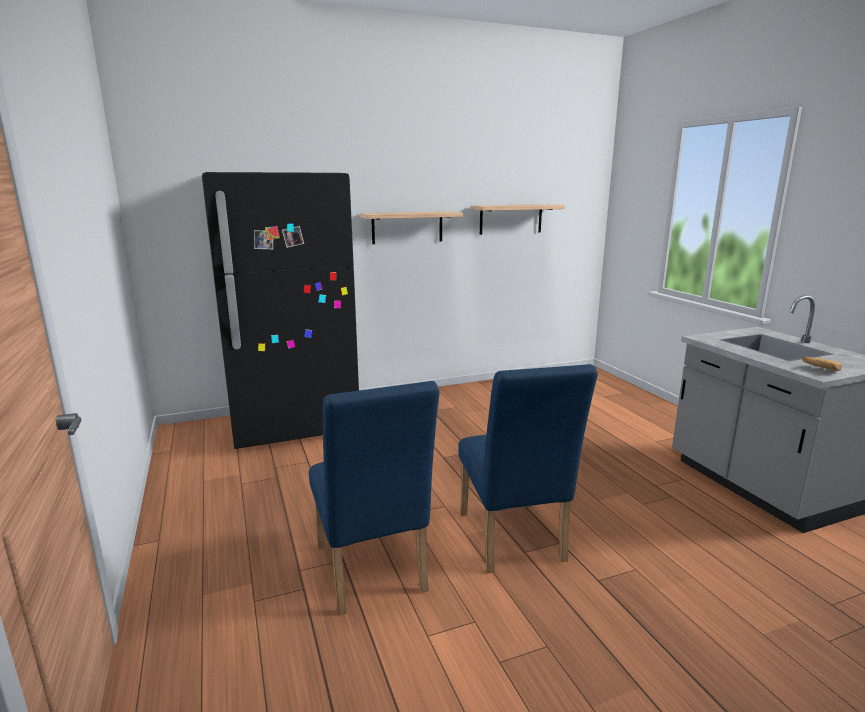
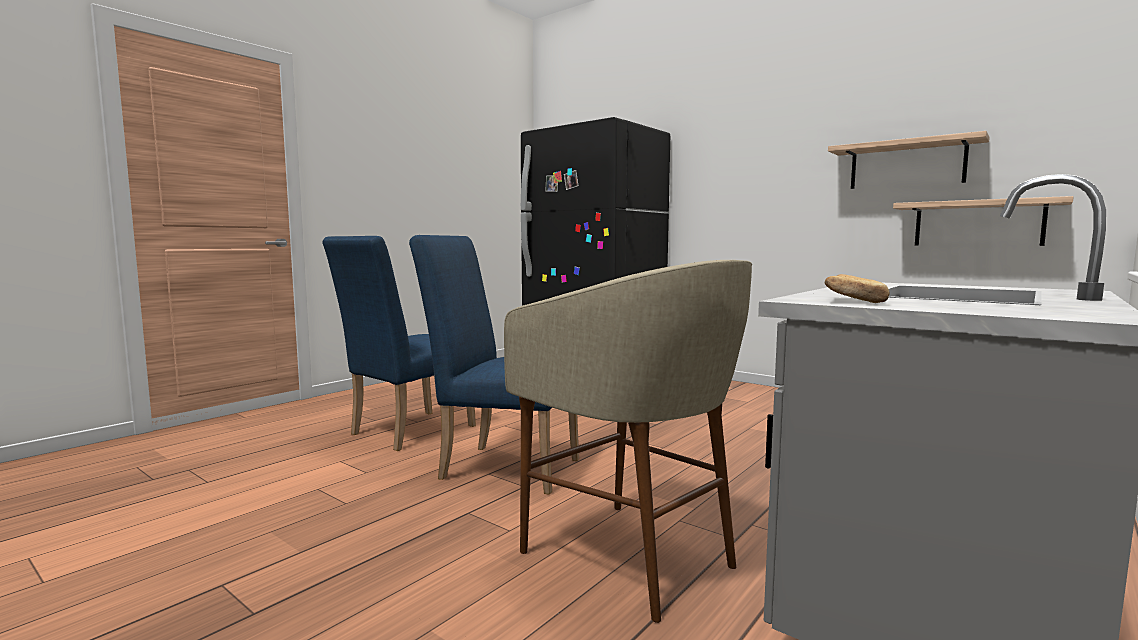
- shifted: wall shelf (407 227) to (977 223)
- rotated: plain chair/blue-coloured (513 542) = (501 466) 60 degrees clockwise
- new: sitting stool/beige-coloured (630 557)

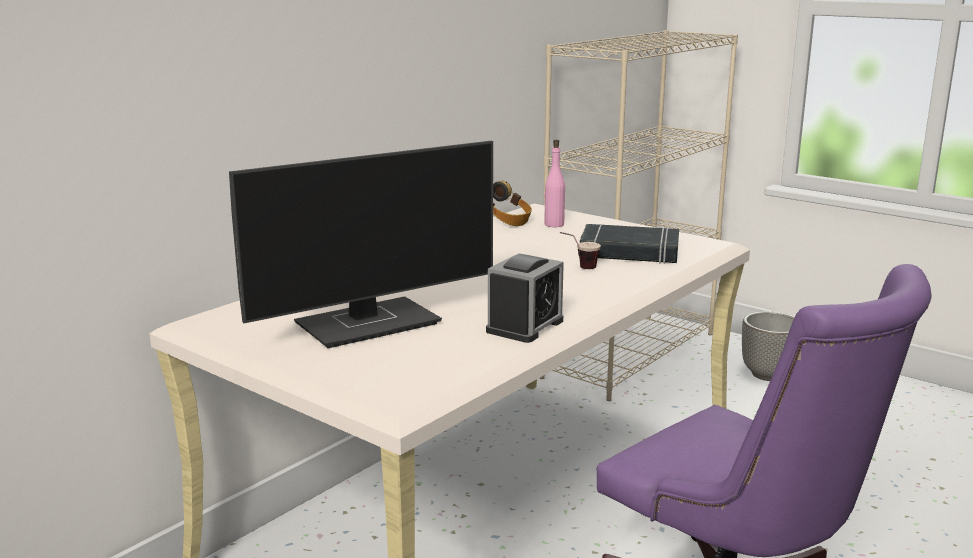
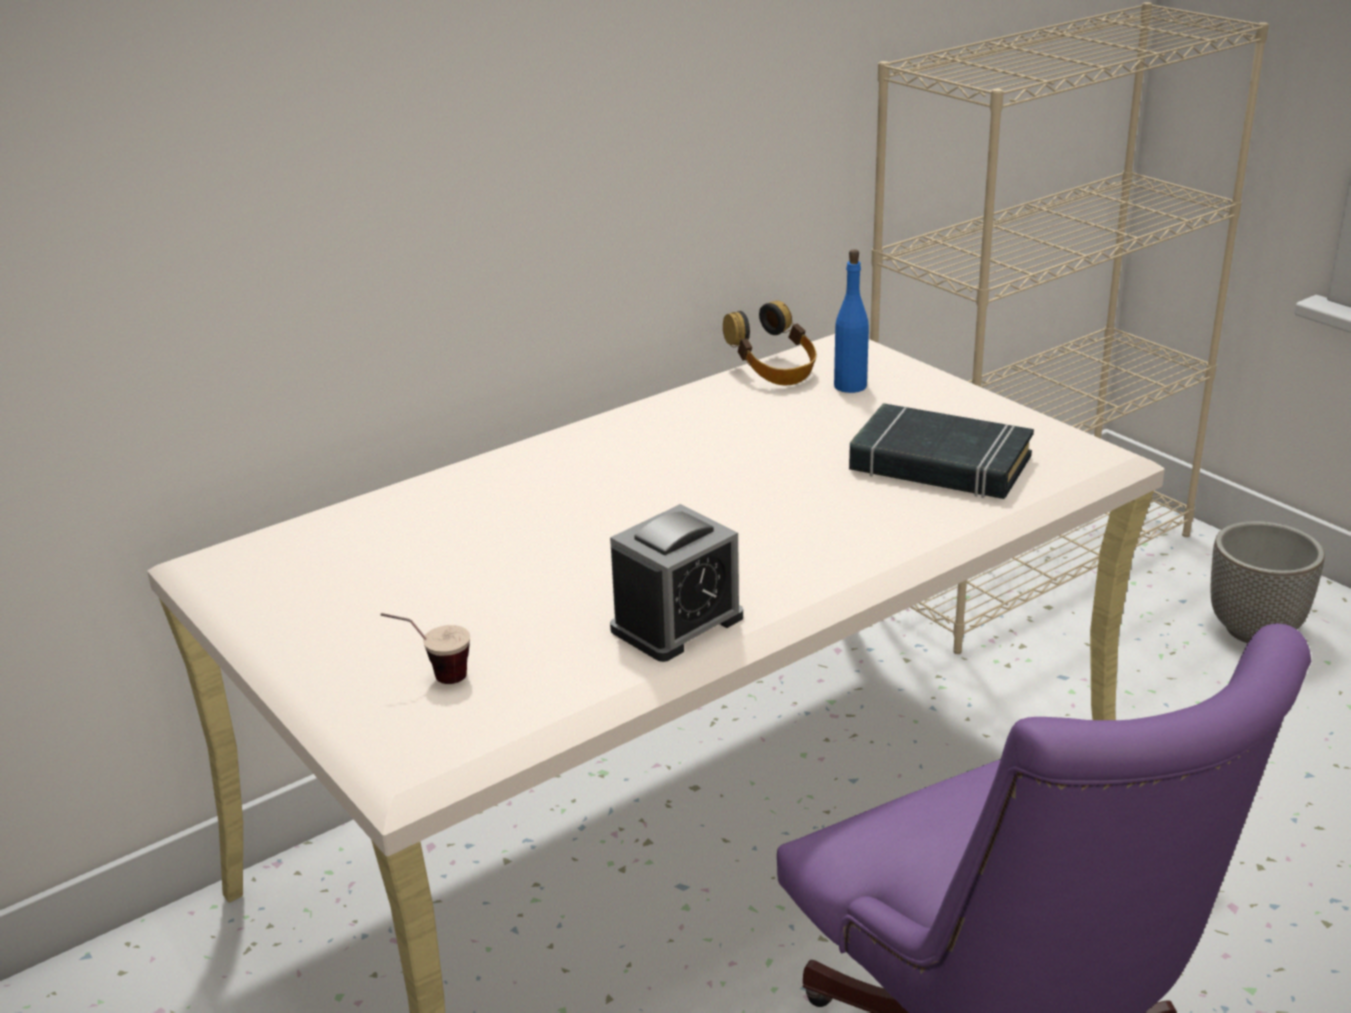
- gone: computer screen (370 323)
- repainted: drink bottle/pink (553 224) to drink bottle/blue-coloured (849 386)
- shifted: small cup (579 268) to (432 677)

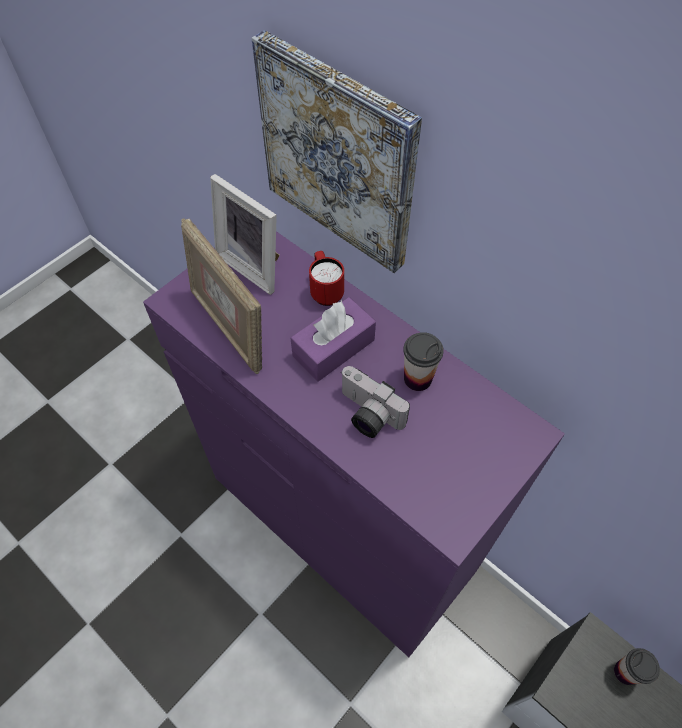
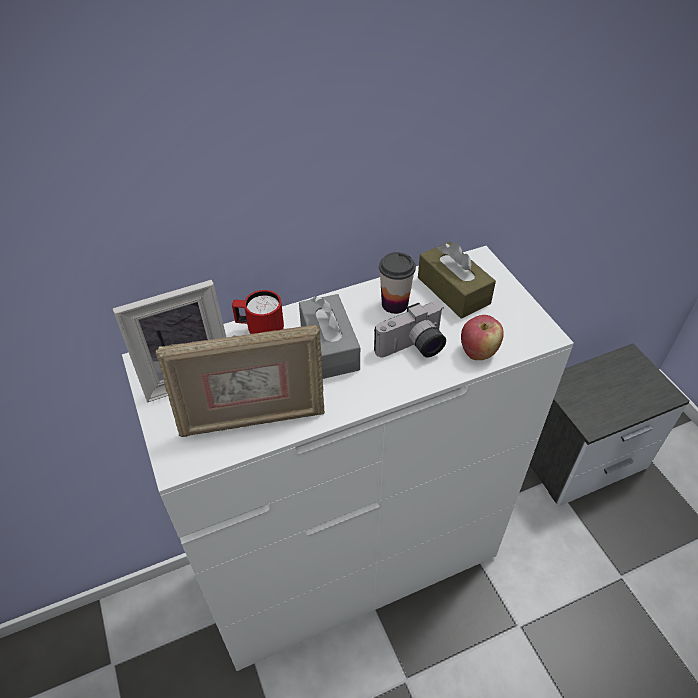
- repainted: drawer chest/purple-coloured (341 525) to drawer chest/white-coloured (351 562)
- gone: wall art (339 155)
- repainted: tissue holder/purple-coloured (333 348) to tissue holder/greyish (329 347)
- gone: small cup (625 672)
- new: tissue holder/brownish (453 290)
- new: apple fruit (478 352)

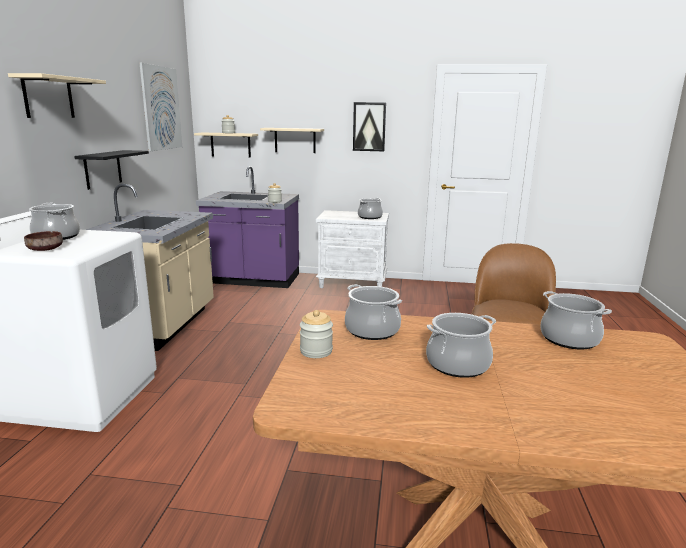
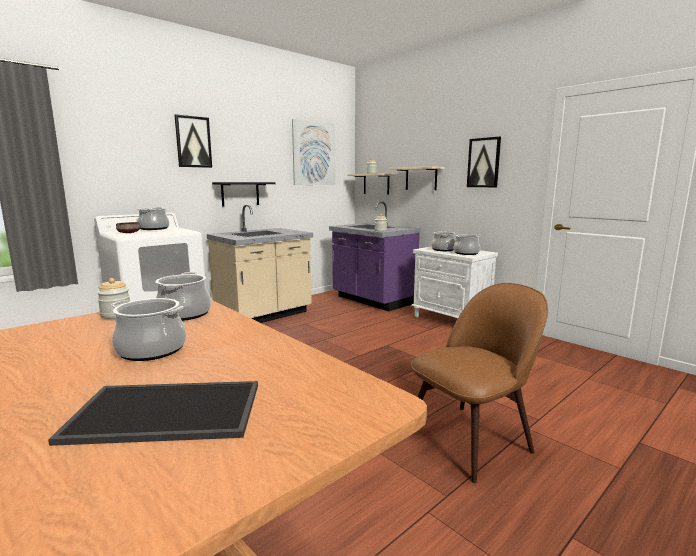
- swapped: wall shelf/beige-coloured (48 97) to wall art (193 142)
- shifted: cooking pot (569 339) to (443 249)
- new: tray (164 413)

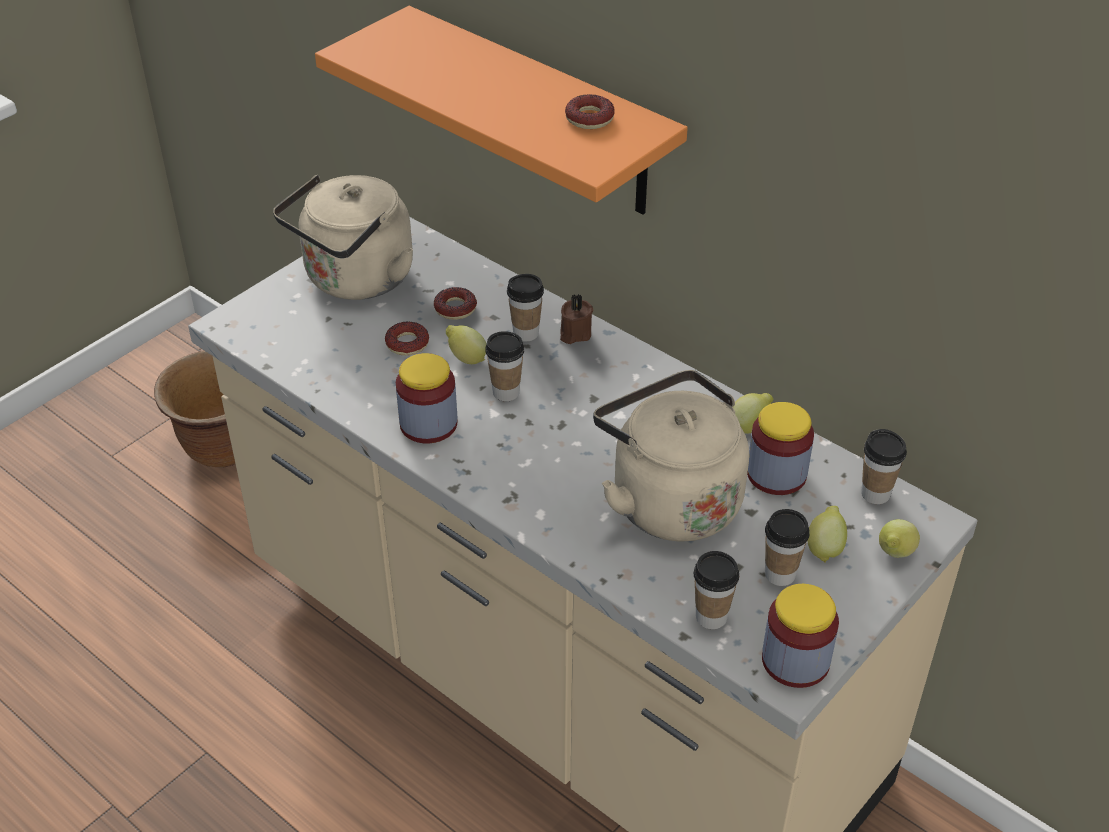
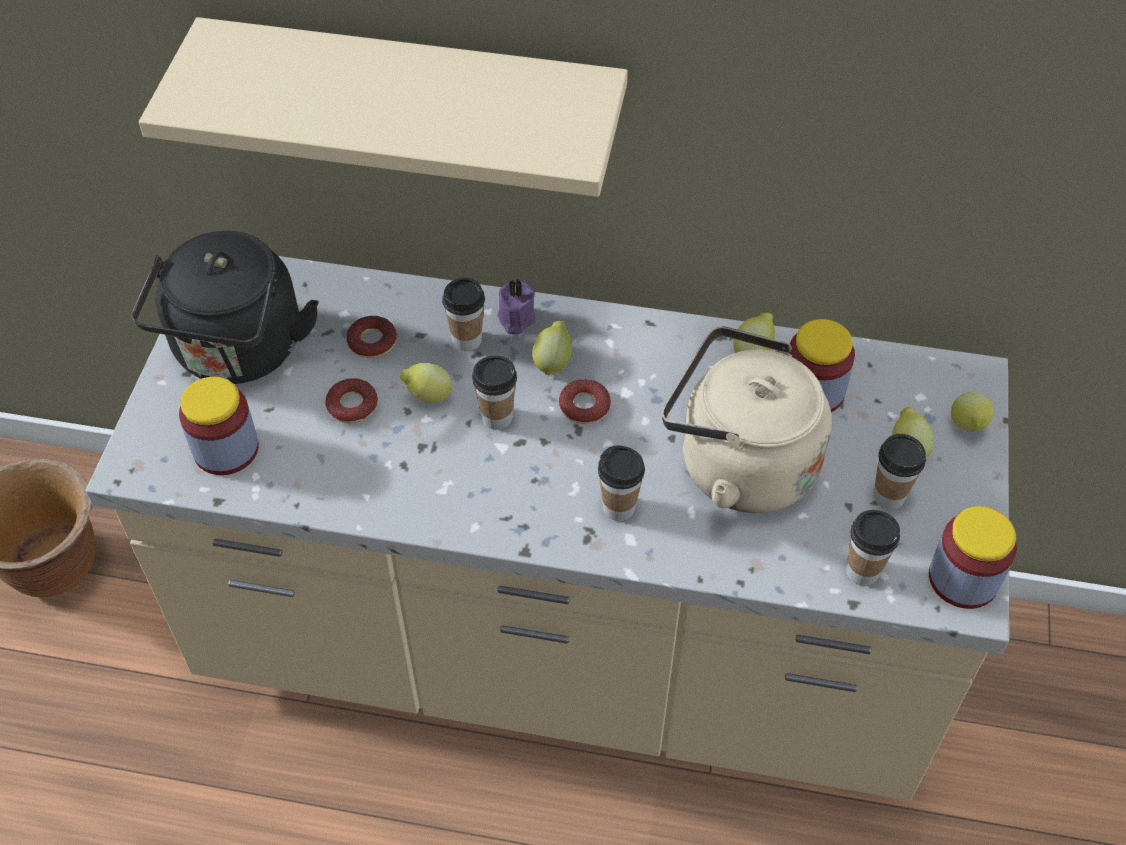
- repainted: kettle/beige-coloured (355 280) to kettle/black-coloured (238 353)
- repainted: wall shelf/orange-coloured (540 113) to wall shelf/beige-coloured (414 98)
- shifted: storage jar (428 424) to (226 449)
- repainted: candle/brownish (574 333) to candle/purple-coloured (515 319)
- shifted: donut (589 118) to (584 406)
- shifted: small cup (875 494) to (619 508)
- new: citrus fruit (553 361)

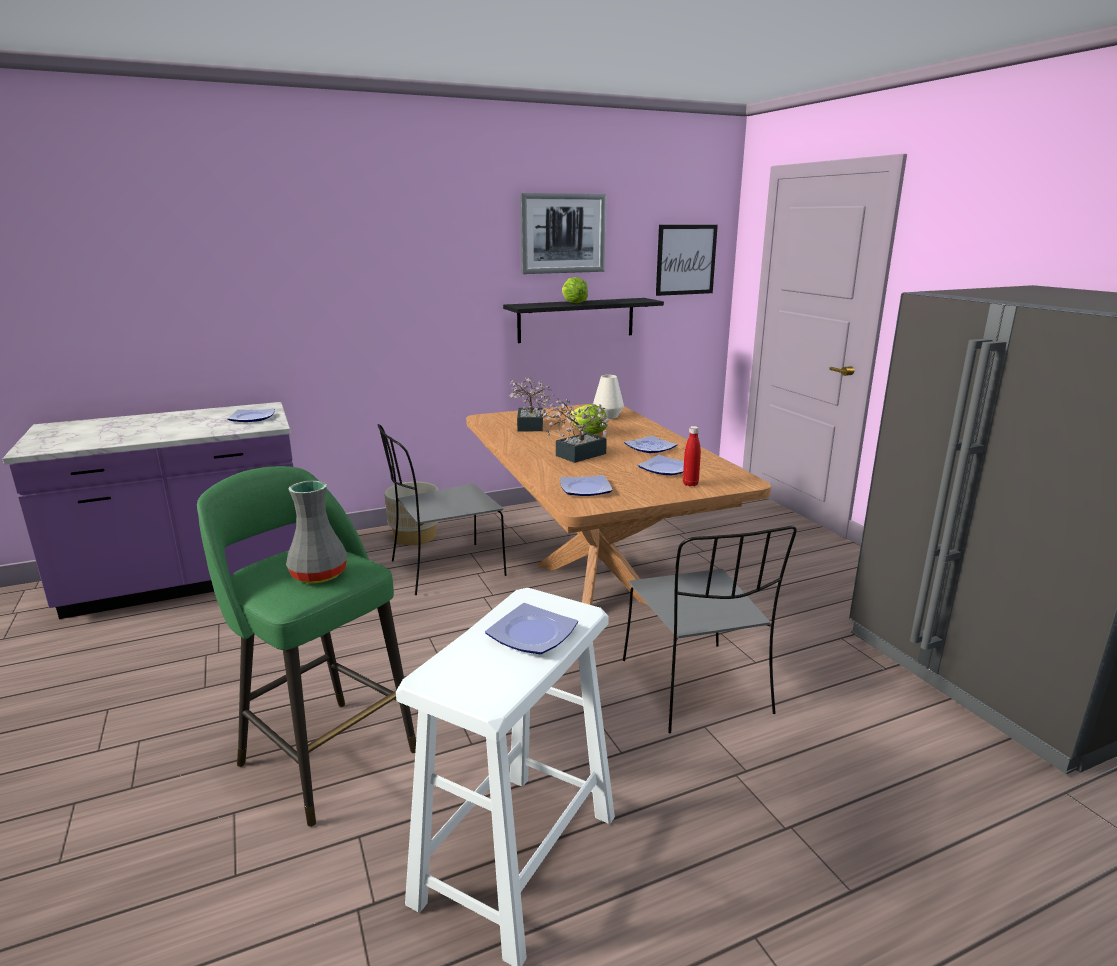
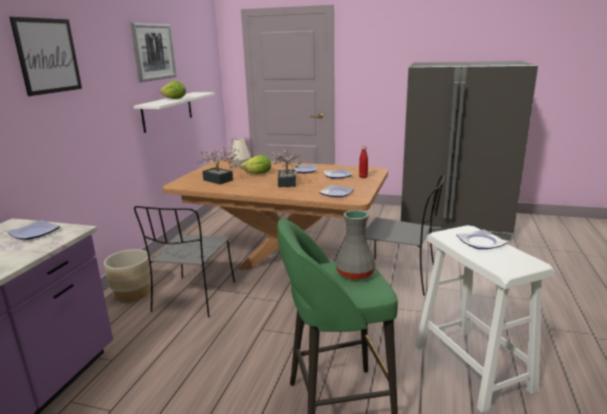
- repainted: wall shelf/black-coloured (576 320) to wall shelf/white-coloured (167 111)
- shifted: wall art (686 260) to (48 56)

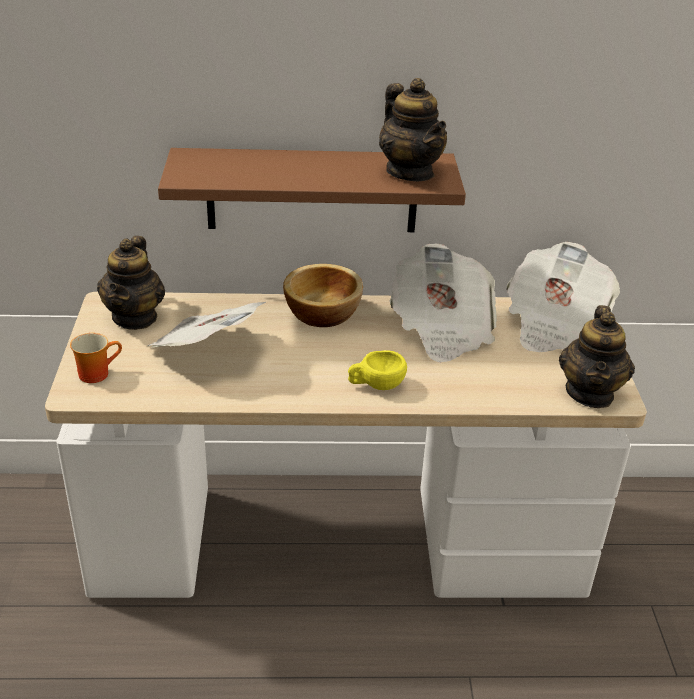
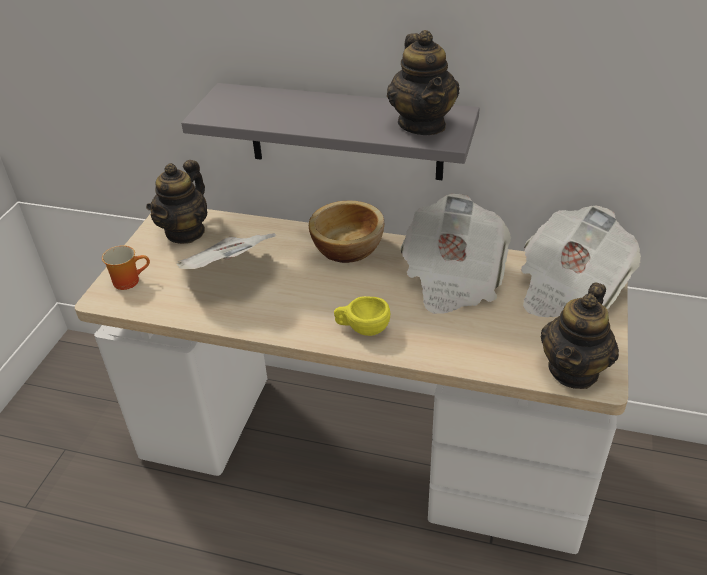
- repainted: wall shelf/brownish (312 190) to wall shelf/greyish (345 132)

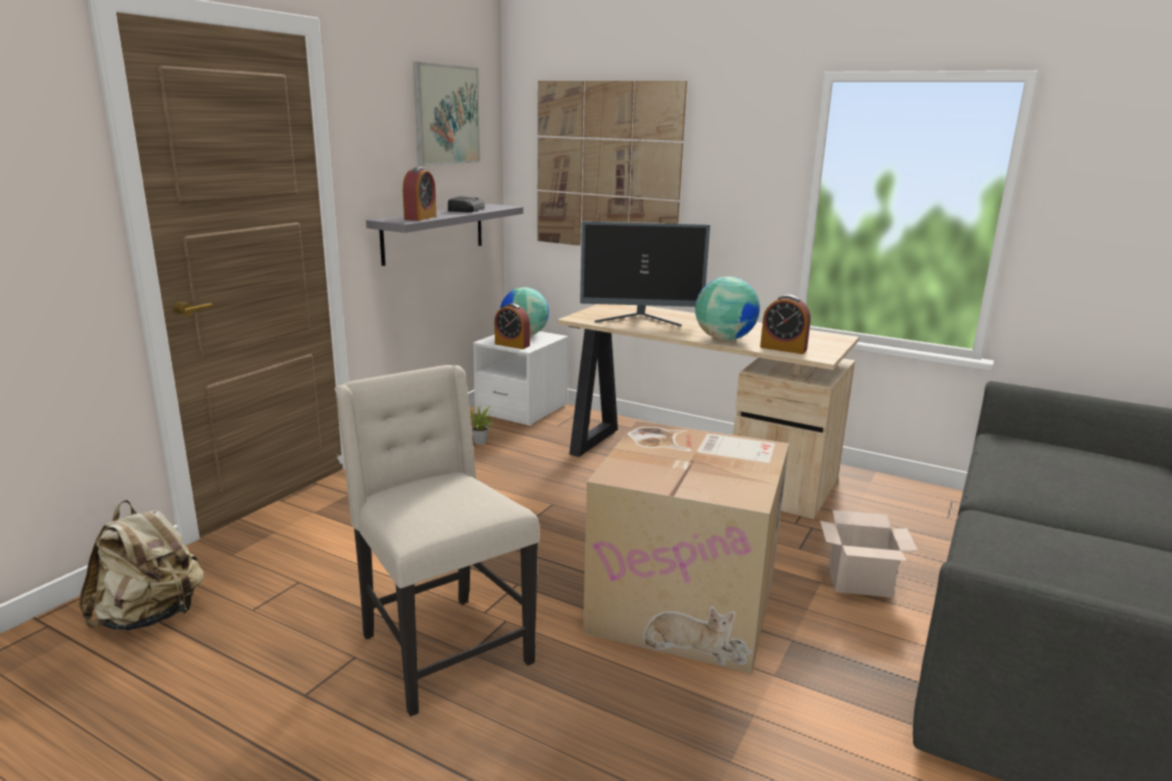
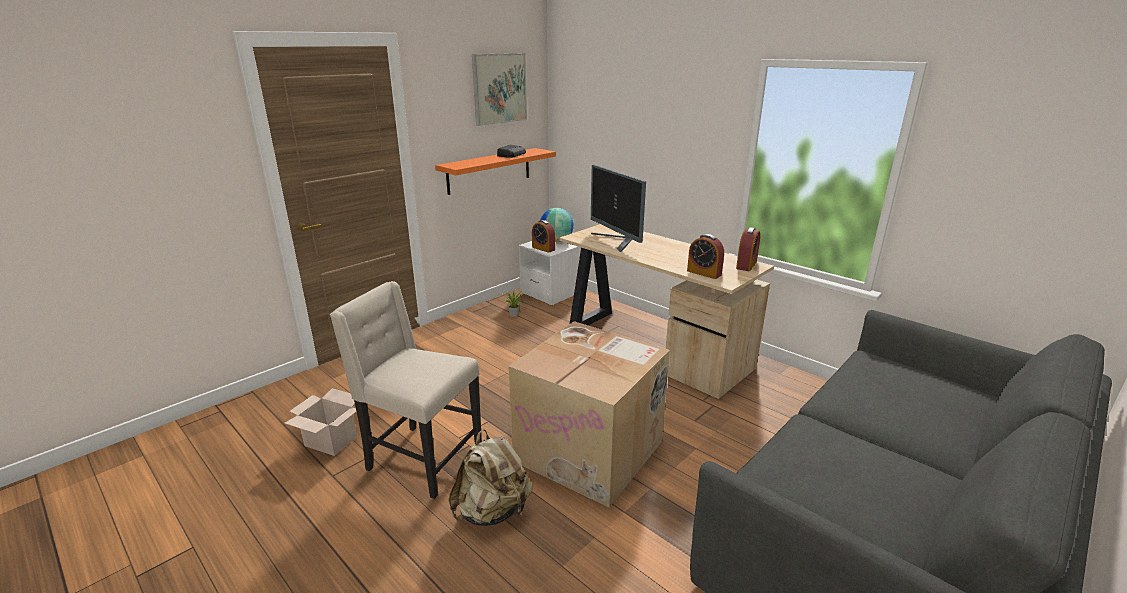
- shifted: knapsack/beige-coloured (150 617) to (492 511)
- rotated: plain chair/beige-coloured (441 649) = (421 459) 45 degrees counterclockwise
- repainted: wall shelf/greyish (434 233) to wall shelf/orange-coloured (489 170)
- shifted: table clock (420 218) to (746 265)
- gone: wall art (607 167)
- rotated: computer screen (640 320) = (617 241) 45 degrees clockwise
- gone: world globe (724 339)
- shifted: cardboard box (858 582) to (329 441)

